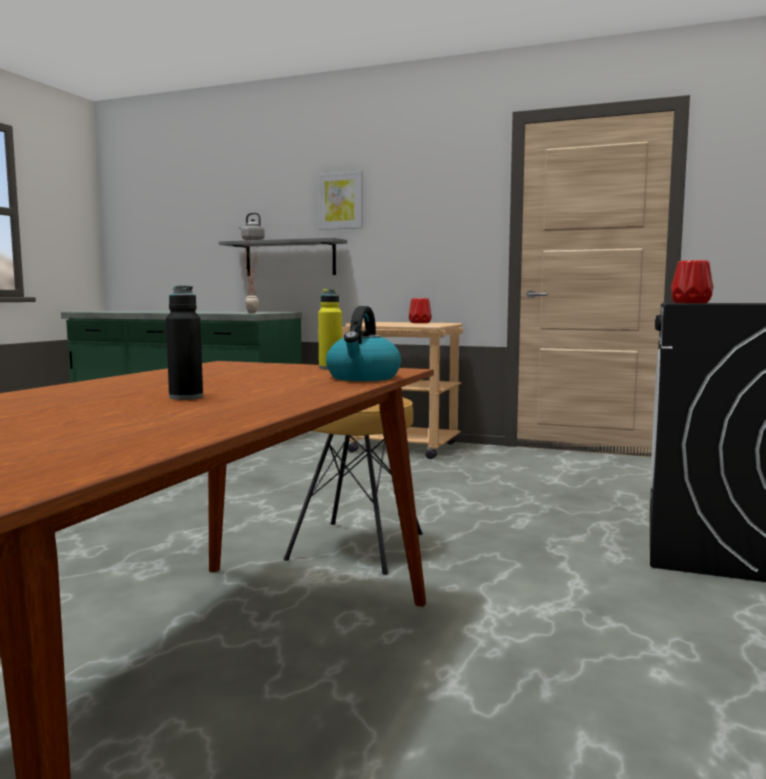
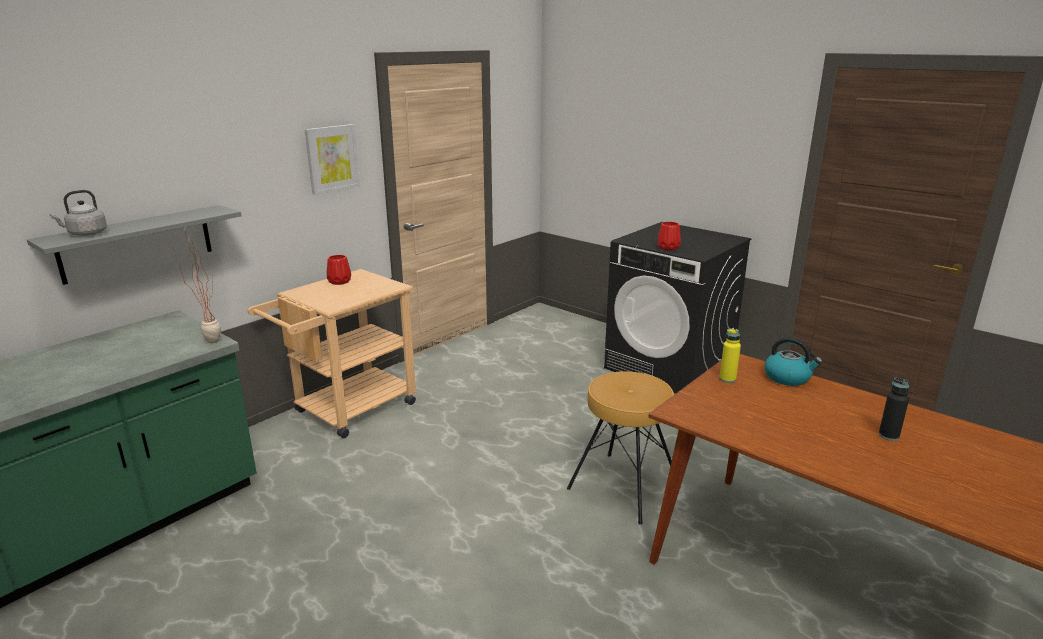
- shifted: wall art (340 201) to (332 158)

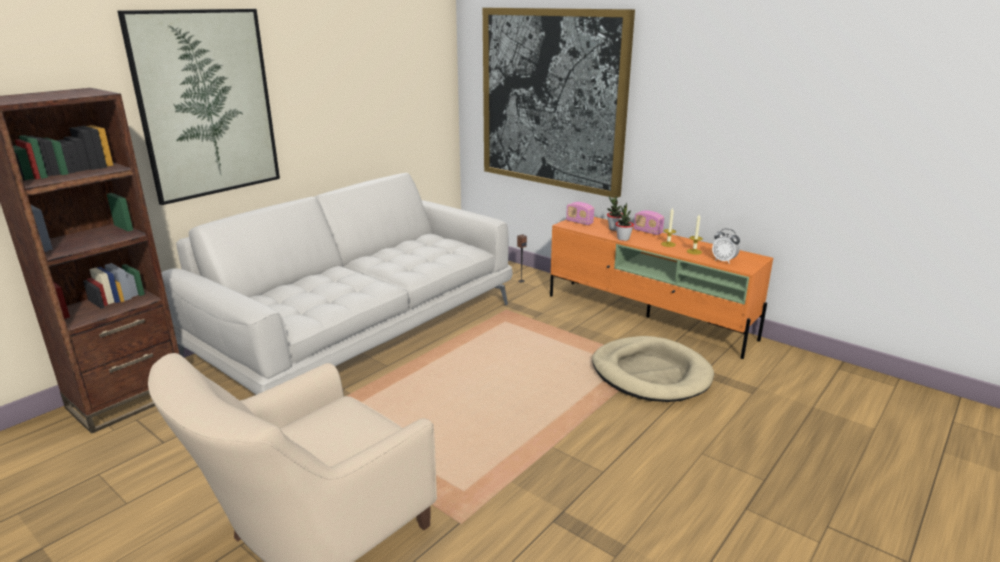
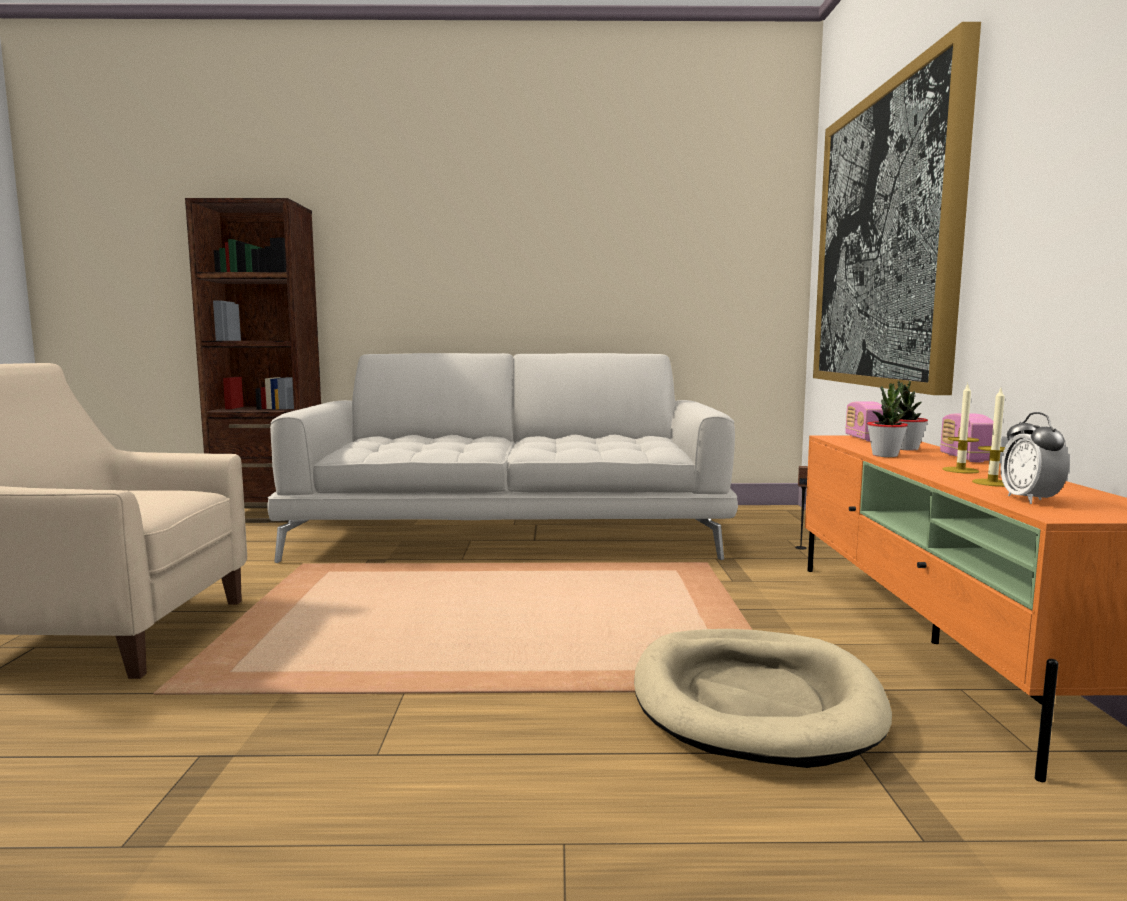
- gone: wall art (207 104)

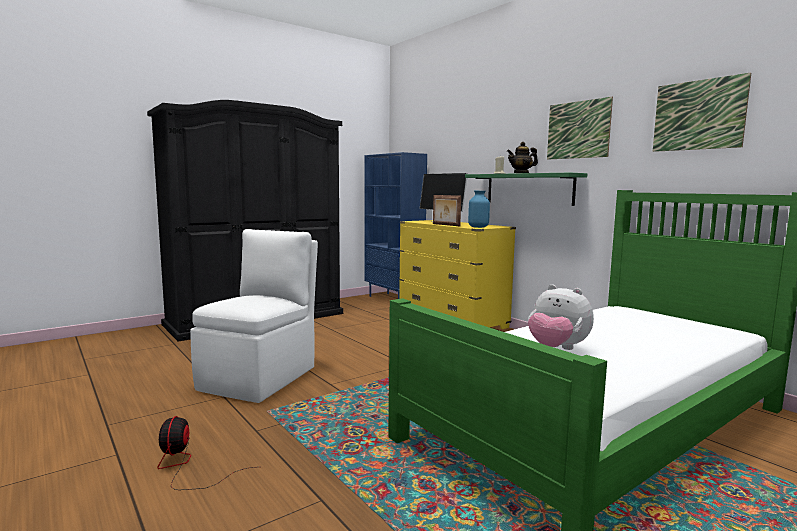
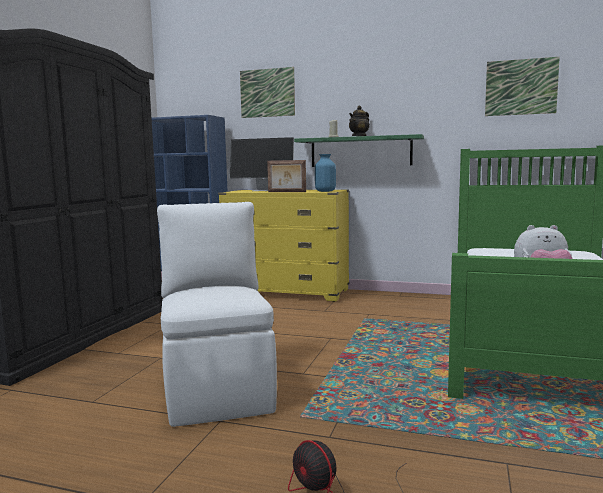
- shifted: wall art (578 130) to (267 93)

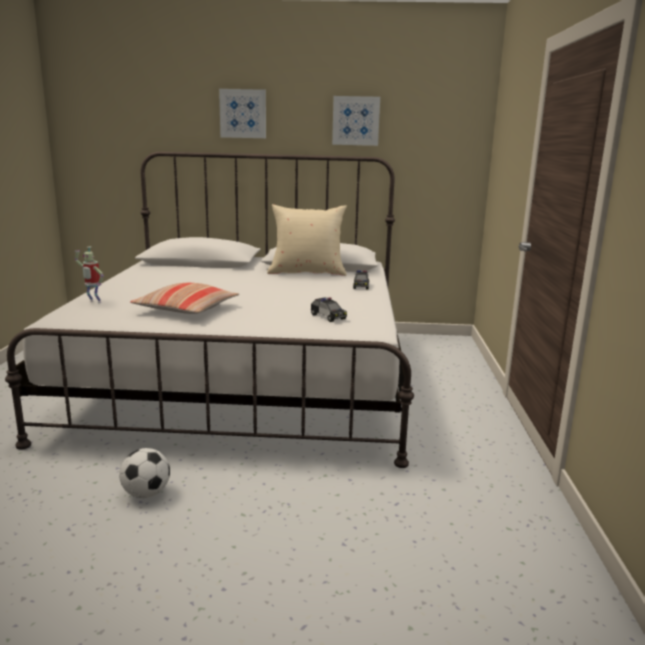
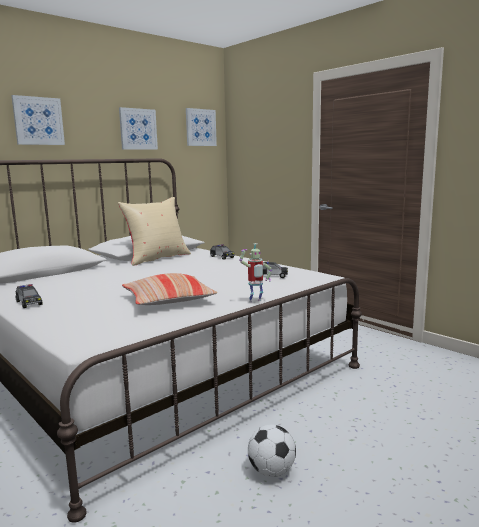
- shifted: toy robot (93 302) to (255 301)
- new: model car (29 303)
- new: wall art (200 127)

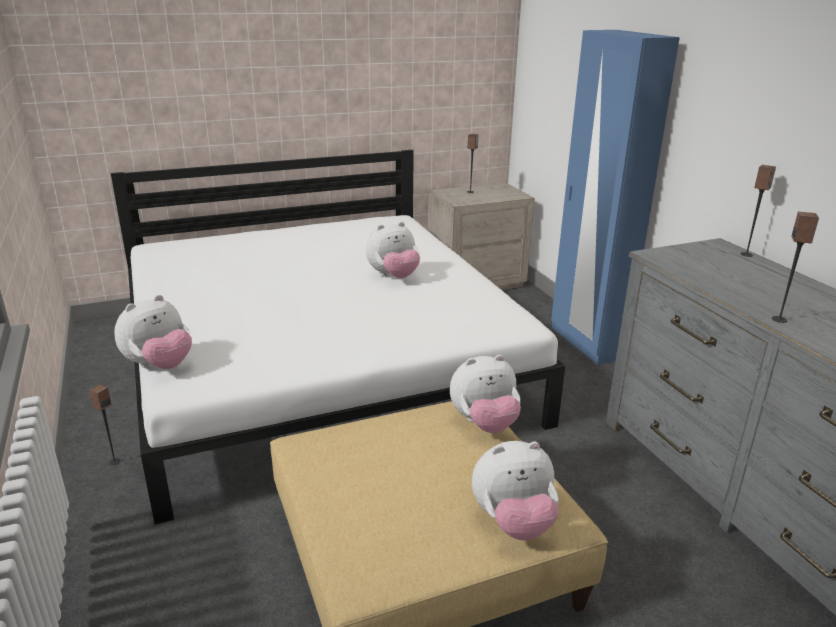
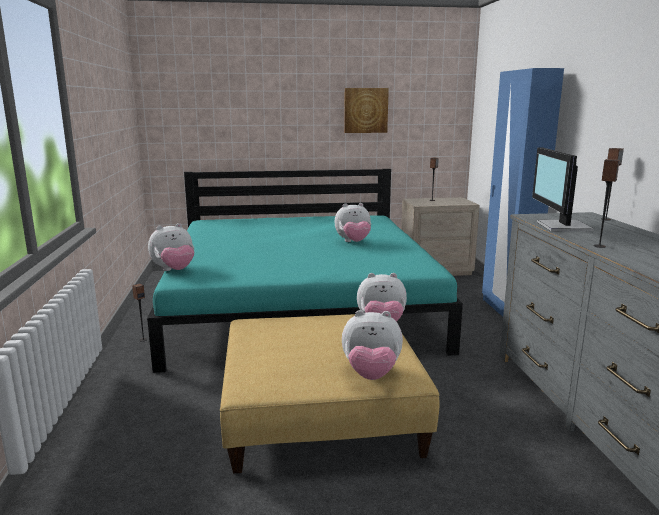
- repainted: sleeping bed/white-coloured (320 363) to sleeping bed/turquoise-coloured (299 304)
- new: wall art (365 110)
- new: computer screen (561 226)

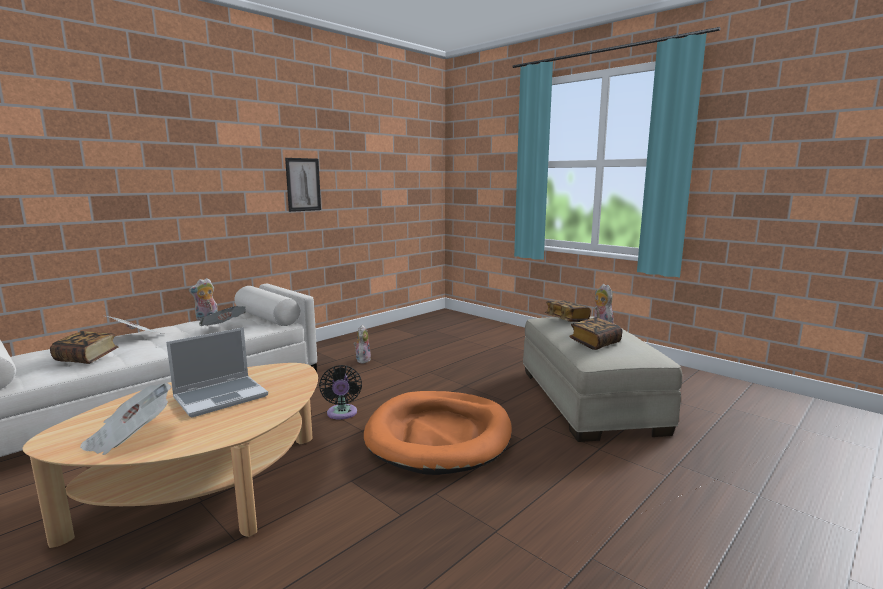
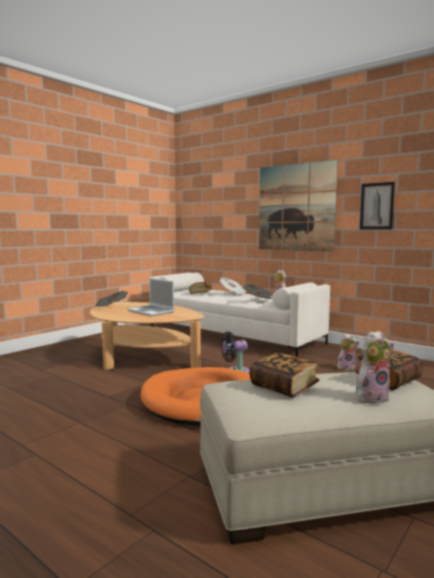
- new: wall art (296 207)

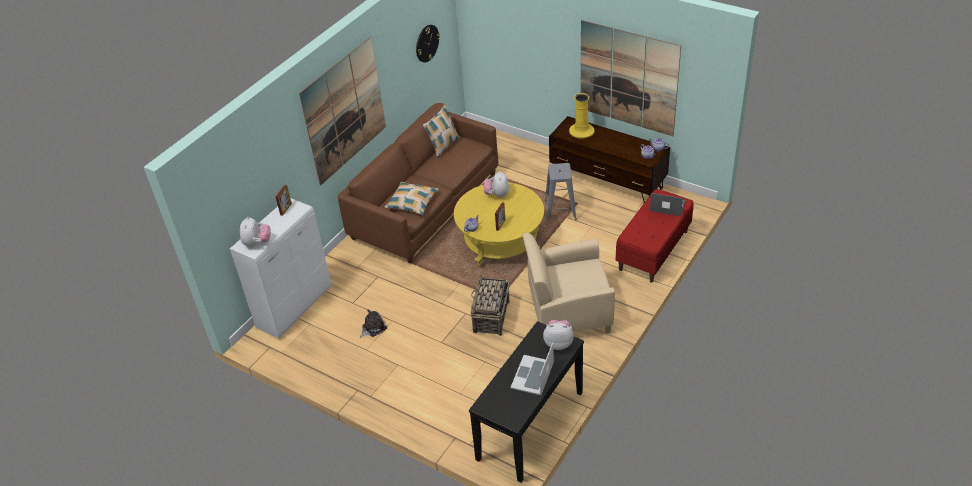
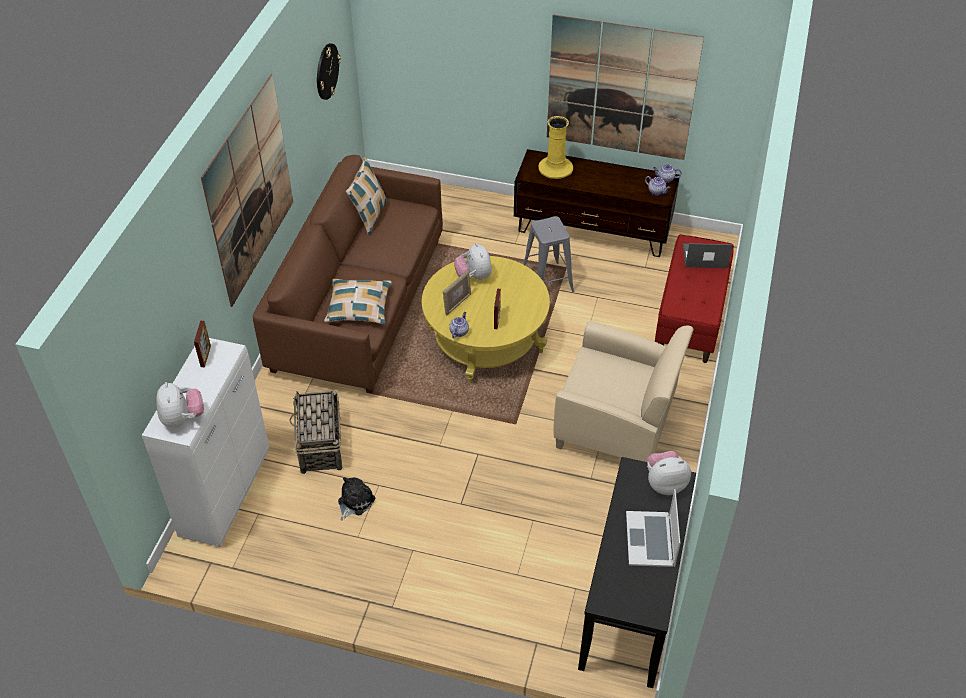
- shifted: basket (491 317) to (320 446)
- rotated: armchair/beige-coloured (568 312) = (616 425) 135 degrees counterclockwise
- new: photo frame (457 304)

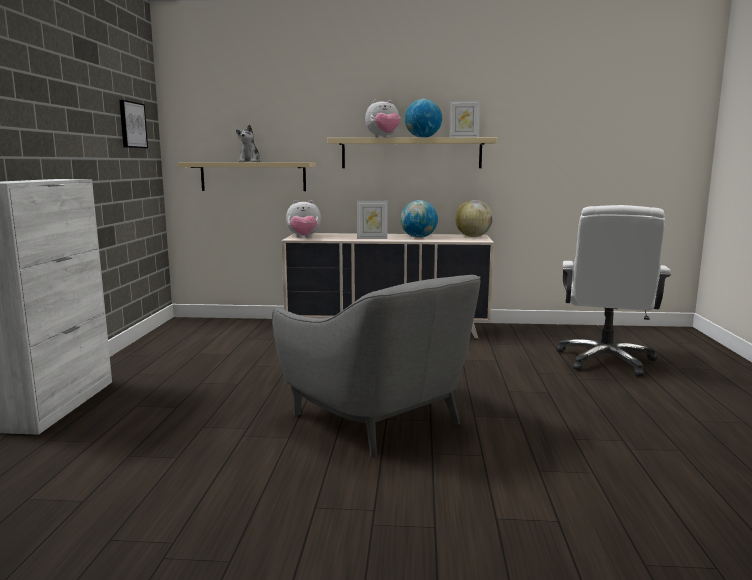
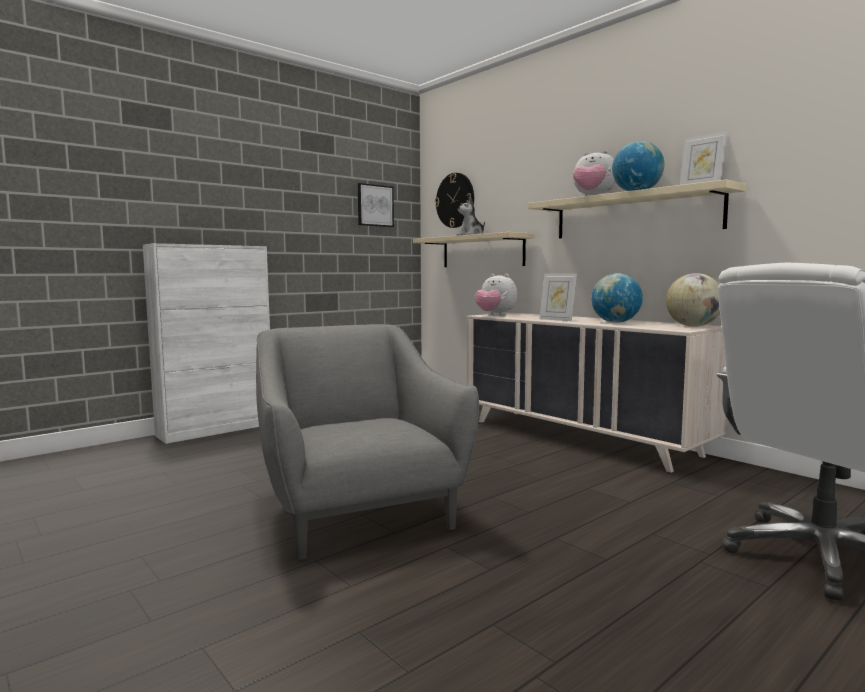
- rotated: armchair/greyish (378 419) = (357 512) 150 degrees clockwise
- new: wall clock (455 200)

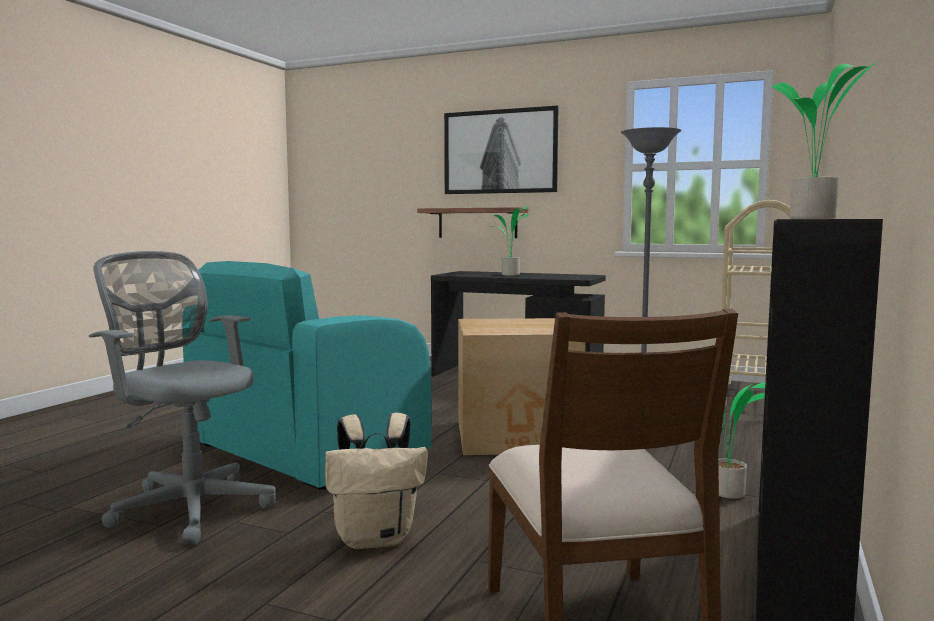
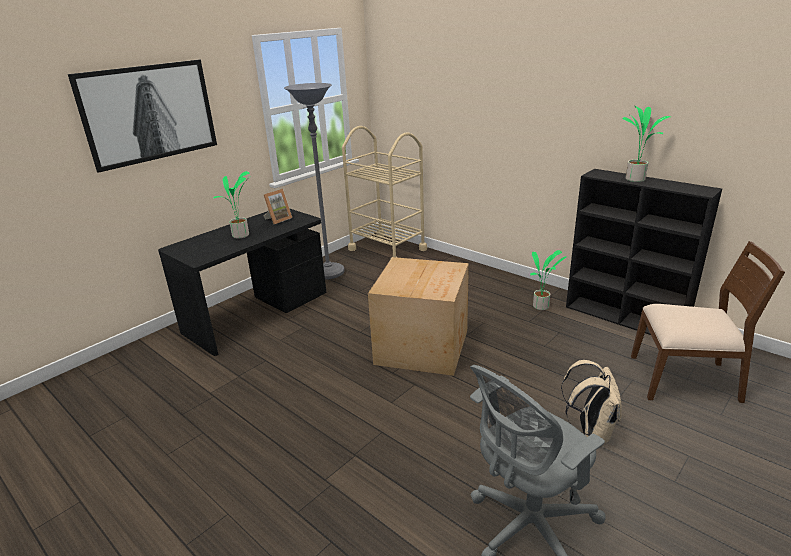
- gone: armchair/turquoise-coloured (304 451)
- gone: wall shelf (477 223)
- new: photo frame (278 219)

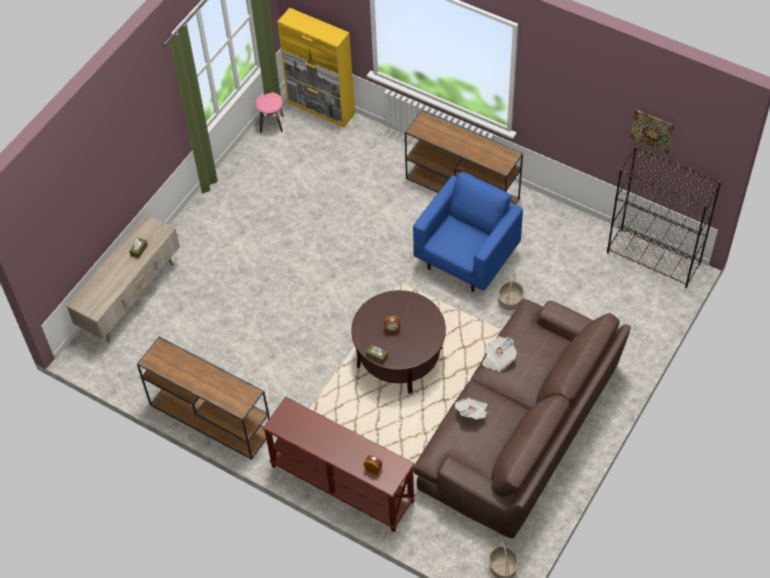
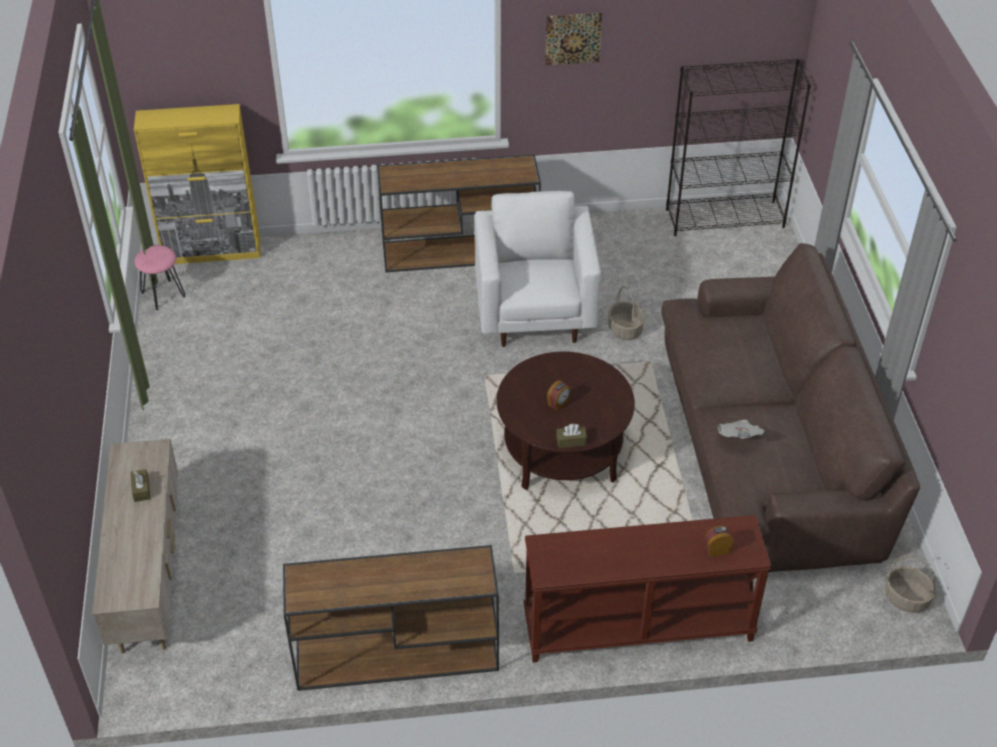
- repainted: armchair/blue-coloured (467 258) to armchair/white-coloured (535 313)
- gone: newspaper (498 359)
- shifted: wall art (652 131) to (573 39)

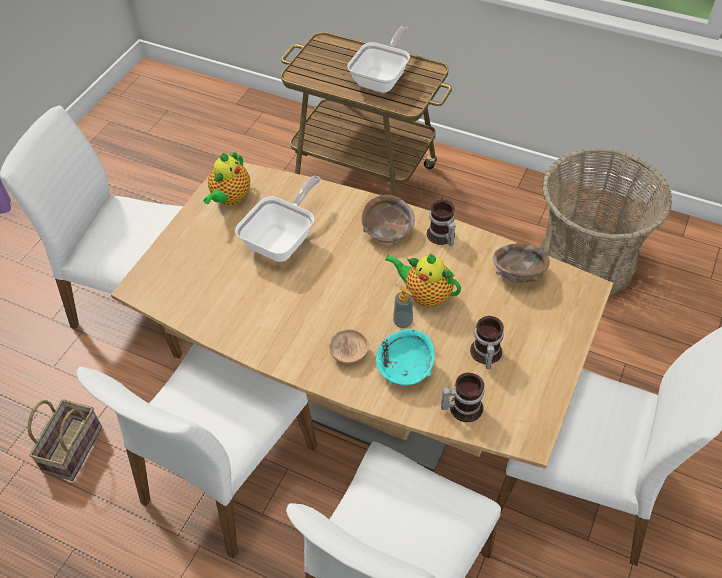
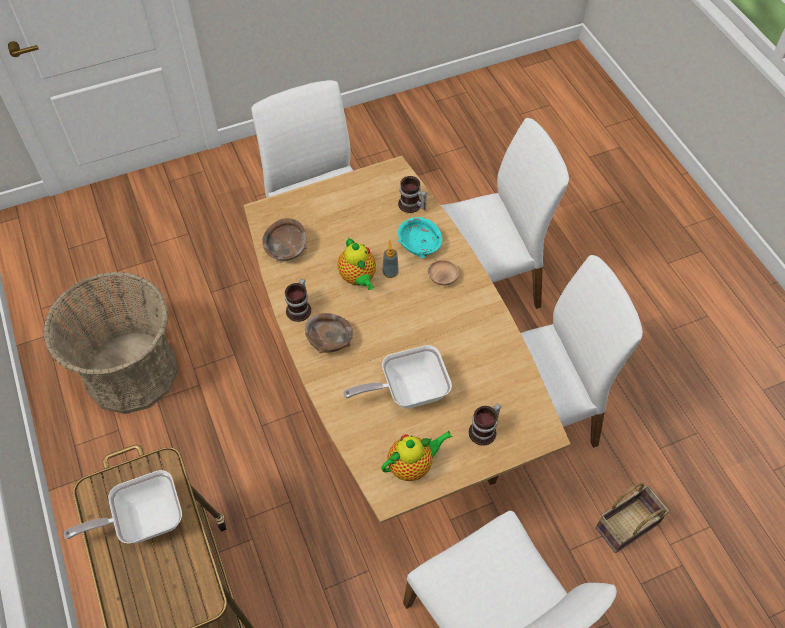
- shifted: coffee mug (484 354) to (485 431)

